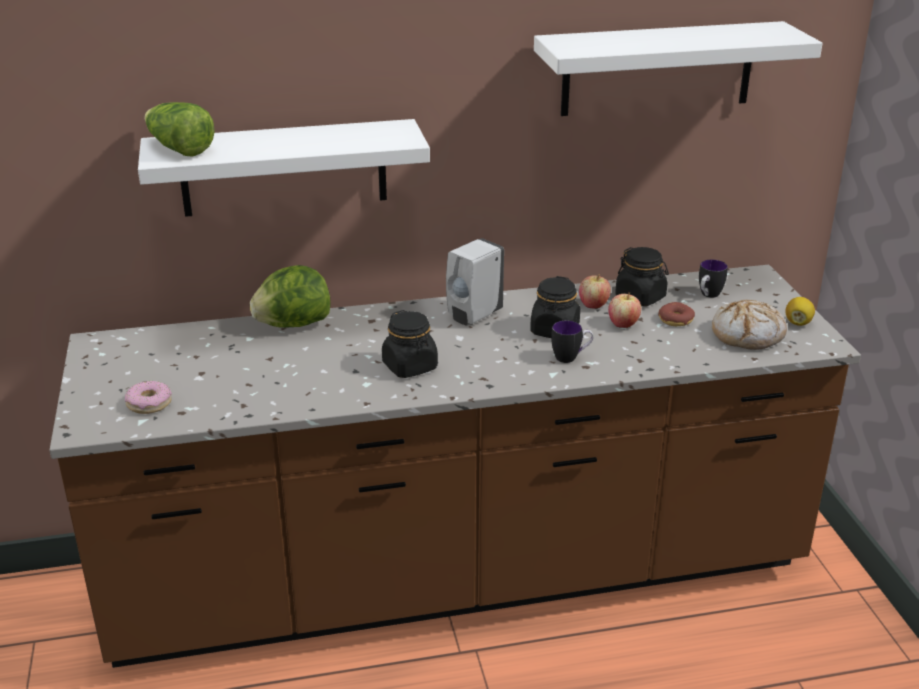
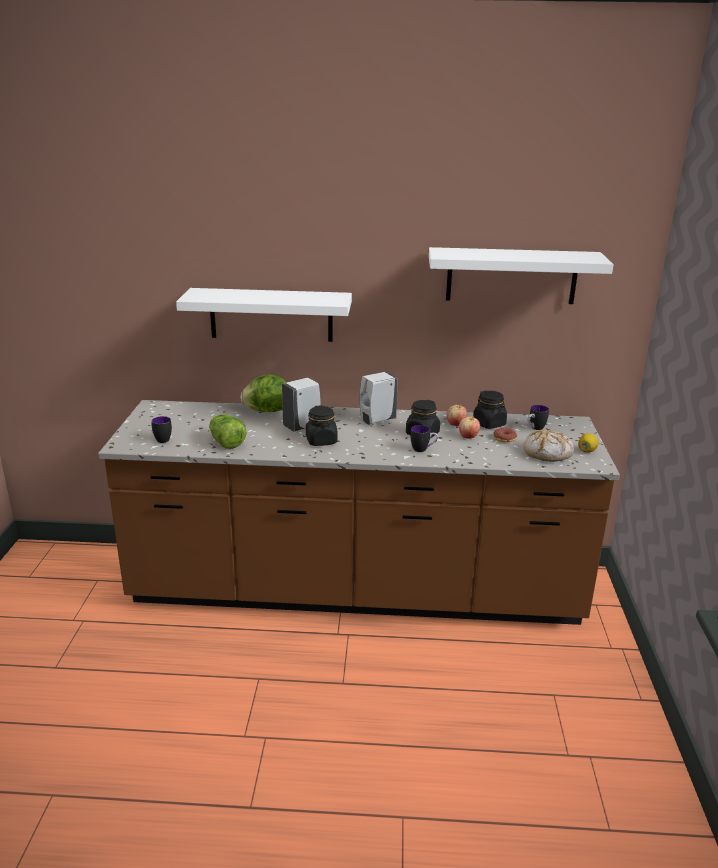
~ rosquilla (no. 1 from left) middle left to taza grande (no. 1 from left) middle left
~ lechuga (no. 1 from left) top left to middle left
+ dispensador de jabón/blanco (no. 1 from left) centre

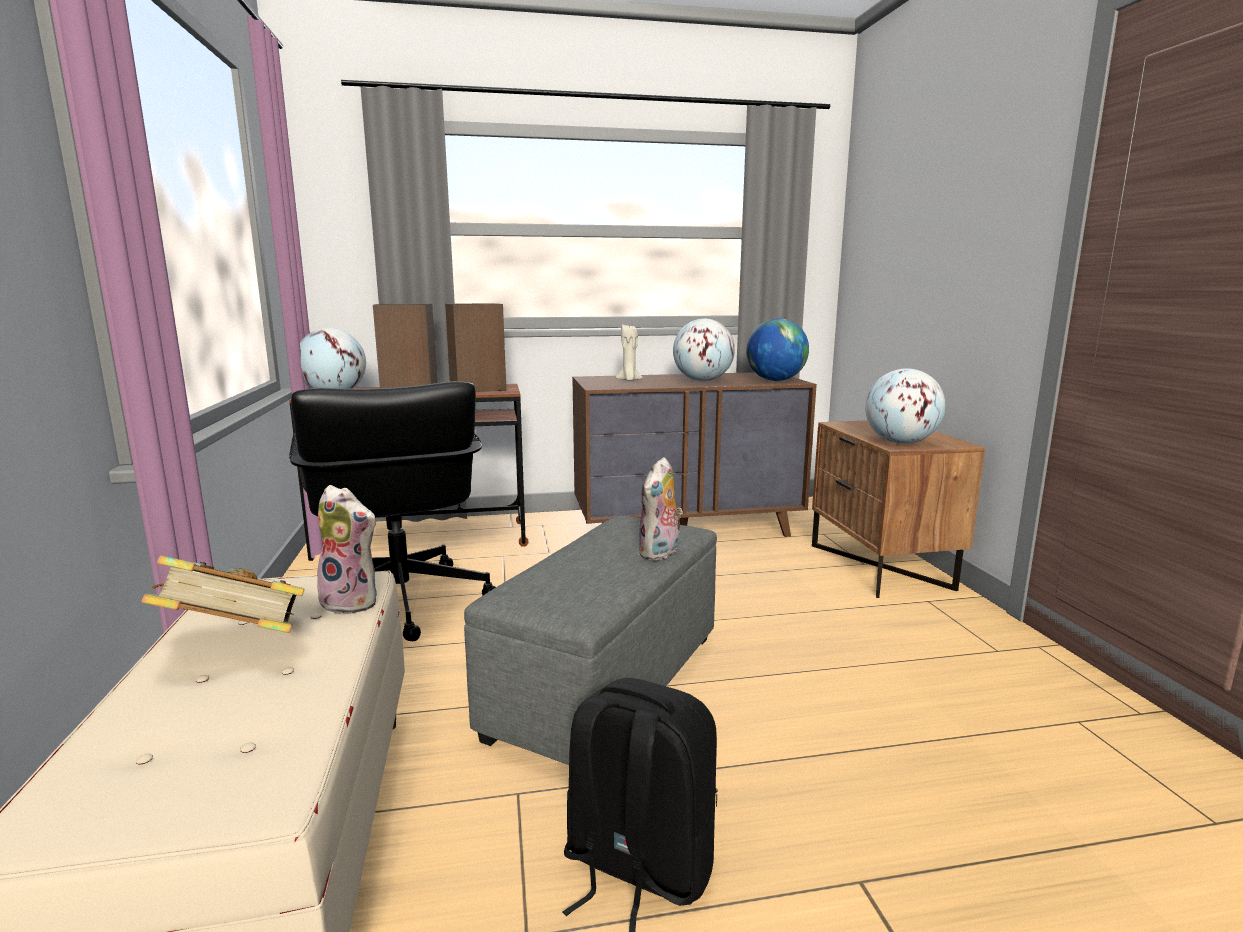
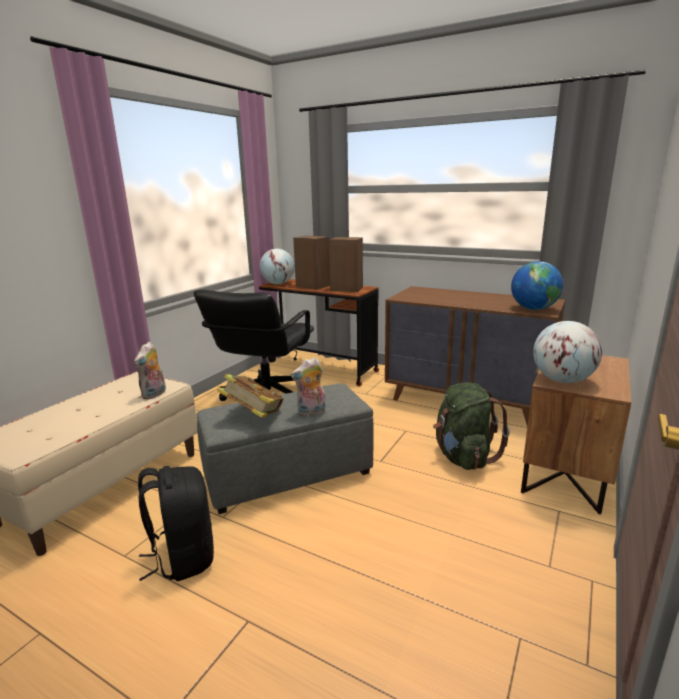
~ libro middle left to centre
~ peluche (no. 1 from left) middle left = middle left 45 degrees clockwise
- vela/beis centre
- globo terráqueo (no. 2 from left) centre
+ mochila/verde middle right

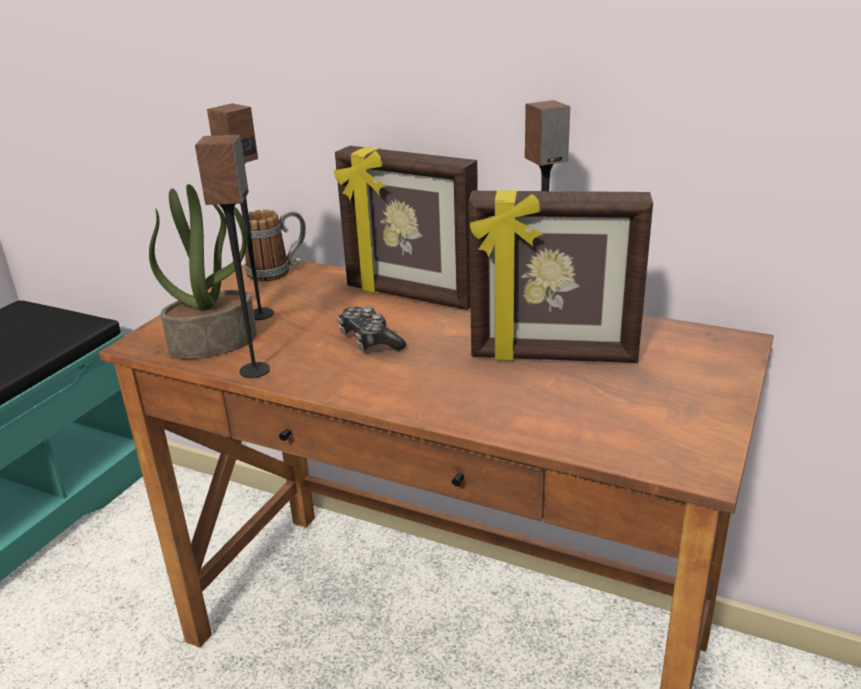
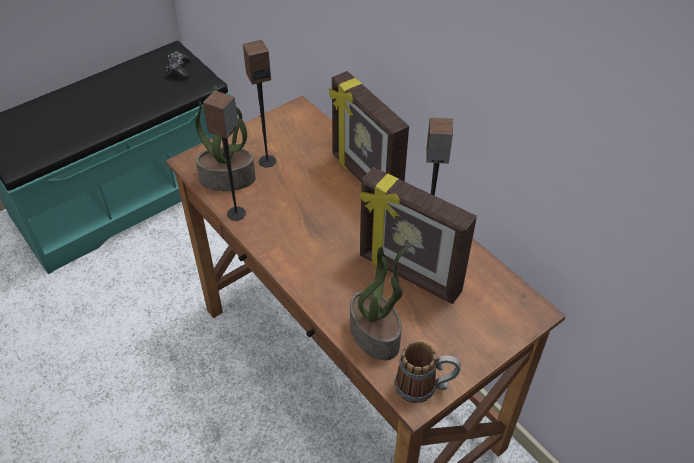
~ taza grande middle left to bottom centre
~ mando de consola centre to top left
+ planta en maceta (no. 2 from left) centre

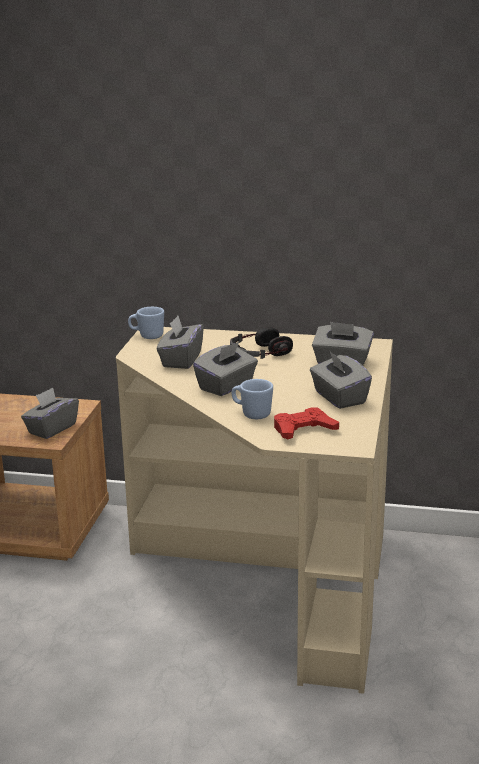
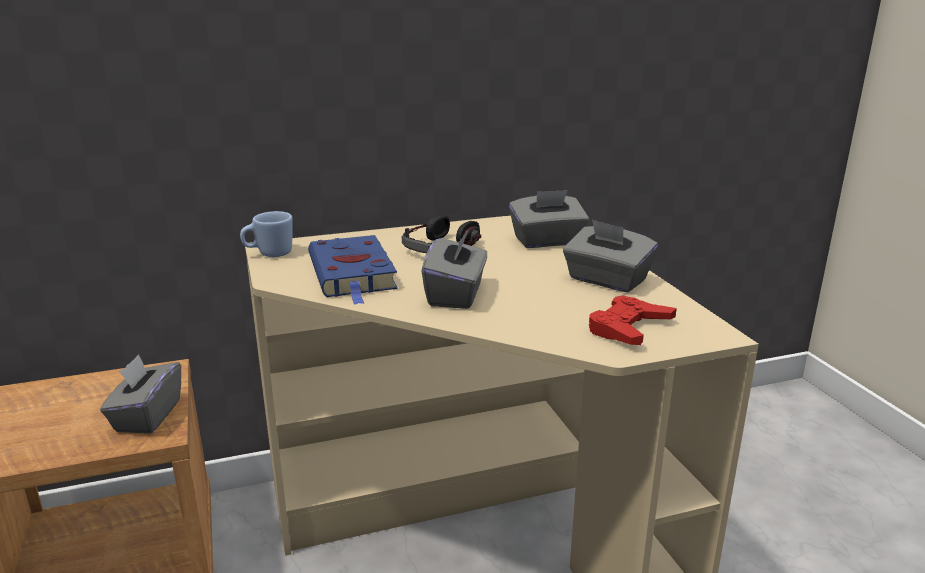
~ caja de pañuelos/gris (no. 2 from left) centre to libro/azul centre
- taza grande/azul (no. 2 from left) centre

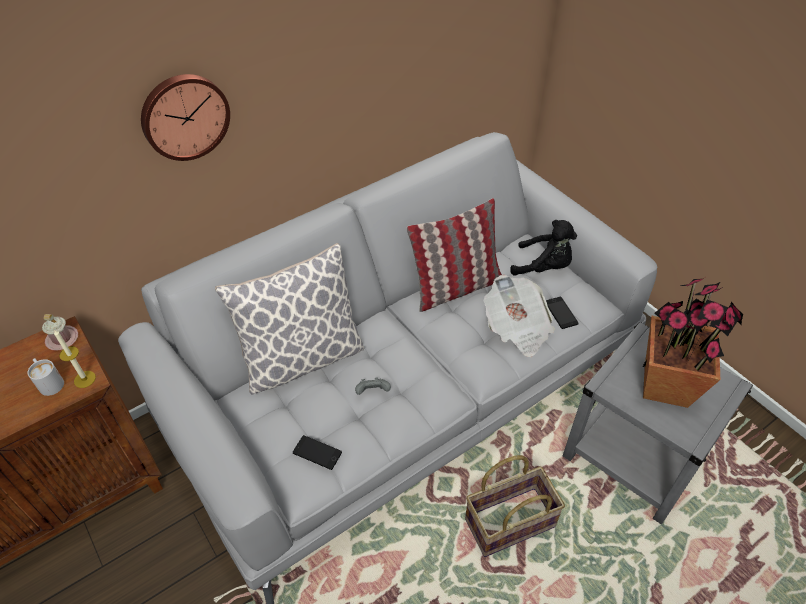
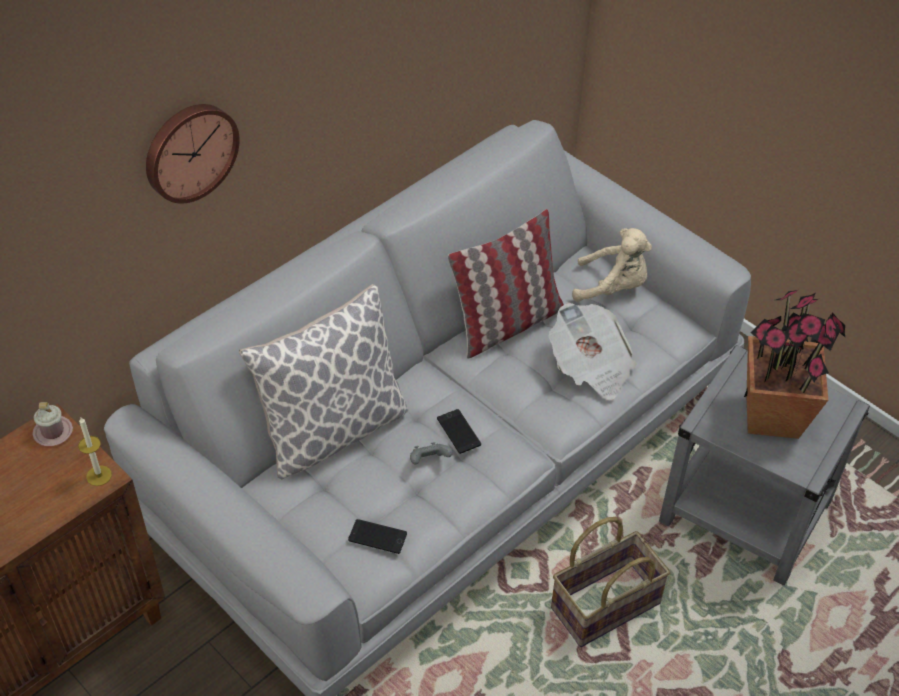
- taza grande/blanco middle left
~ peluche/negro middle right to peluche/beis middle right
~ móvil (no. 2 from left) middle right to centre

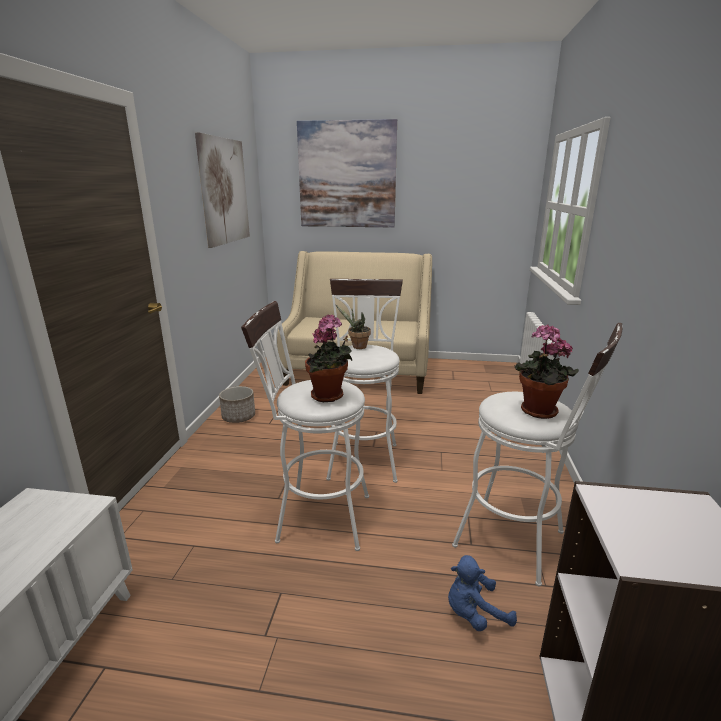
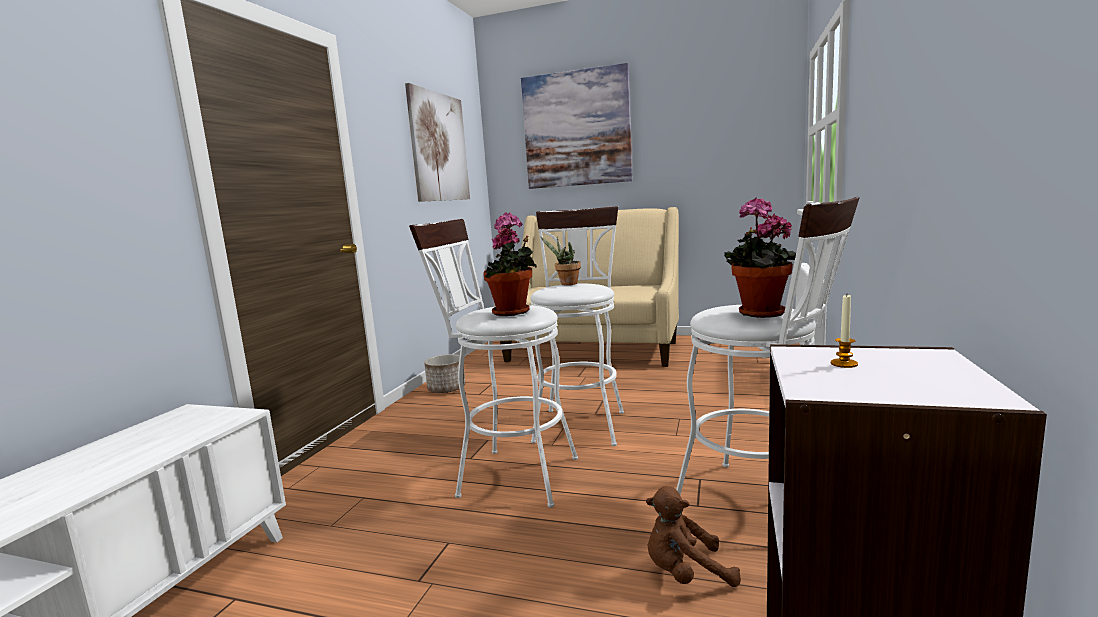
~ peluche/azul bottom right to peluche/marrón bottom centre
+ vela middle right

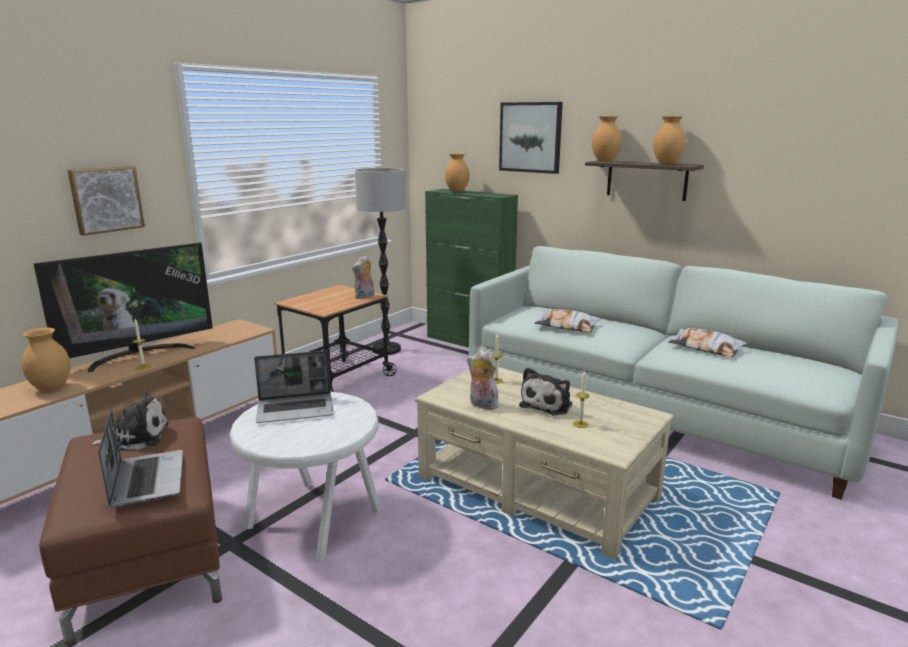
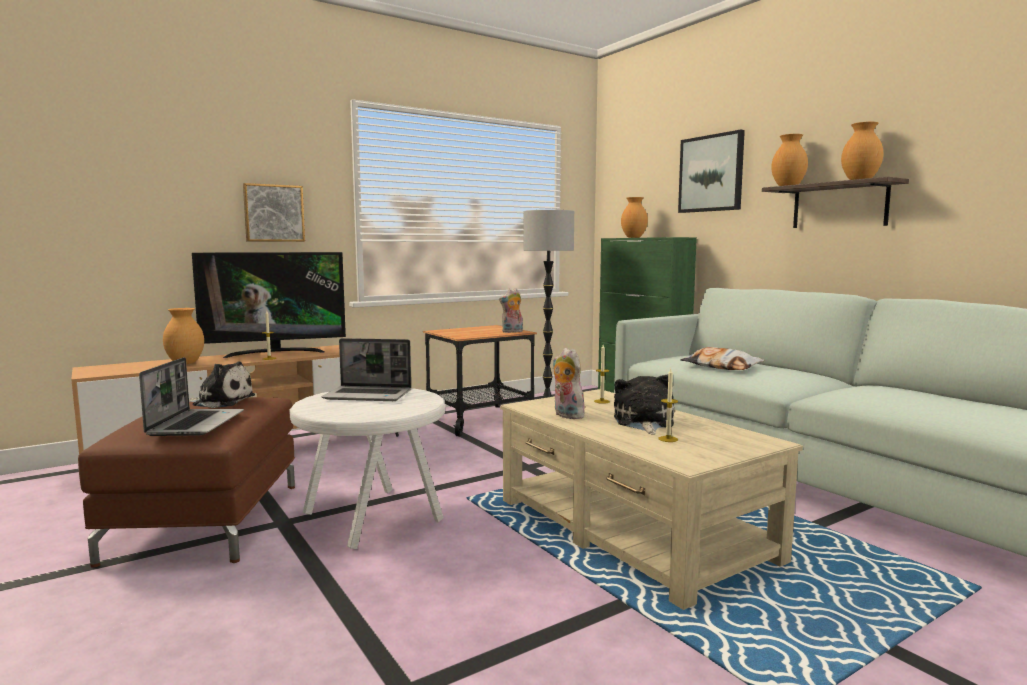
~ peluche (no. 4 from left) centre = centre 135 degrees clockwise
- cojín (no. 2 from left) middle right

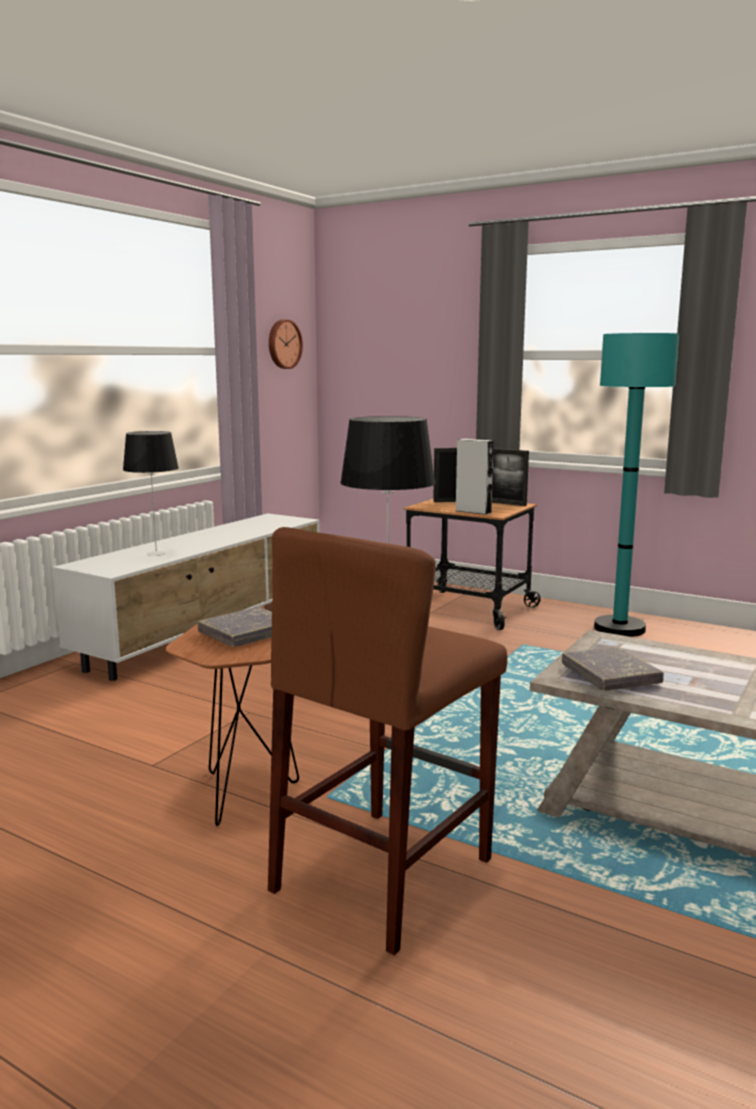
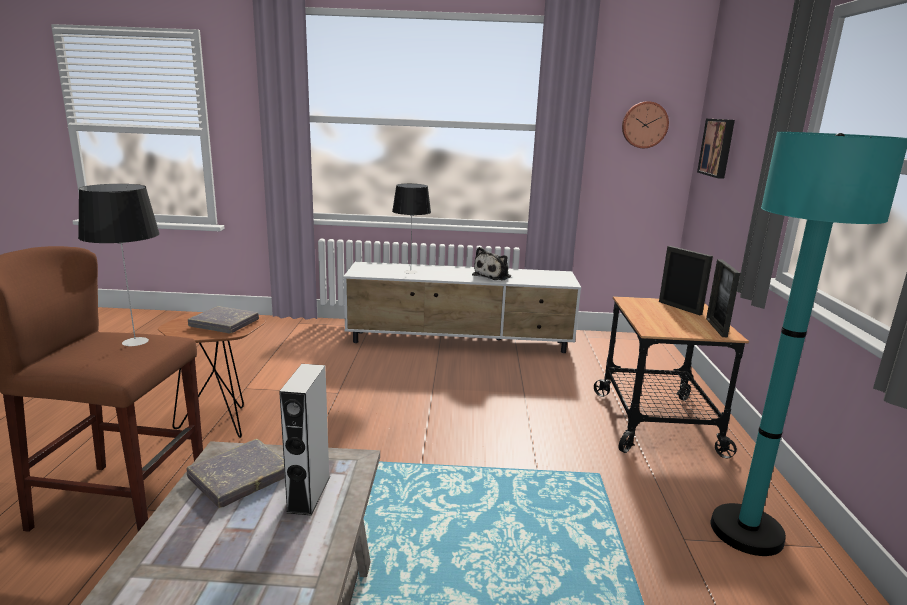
~ altavoz/gris centre to bottom centre
+ peluche centre
+ cuadro top right

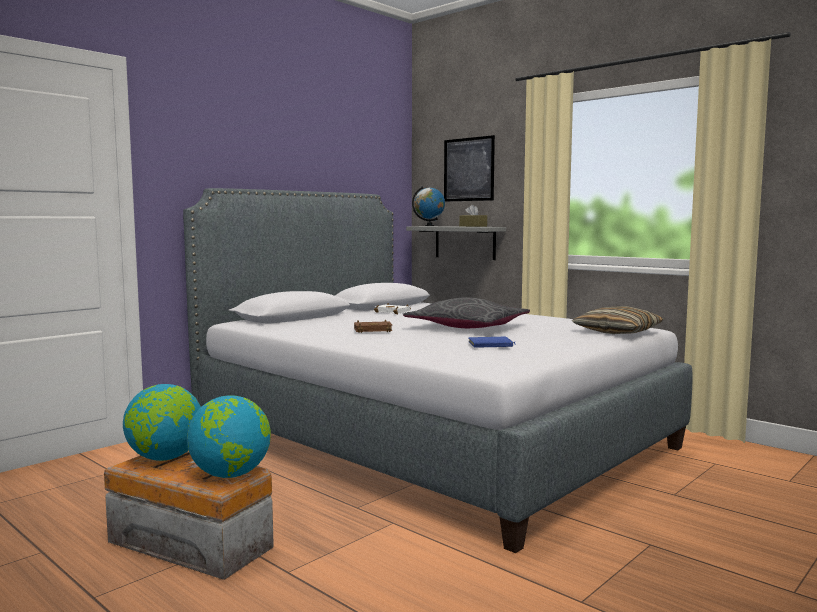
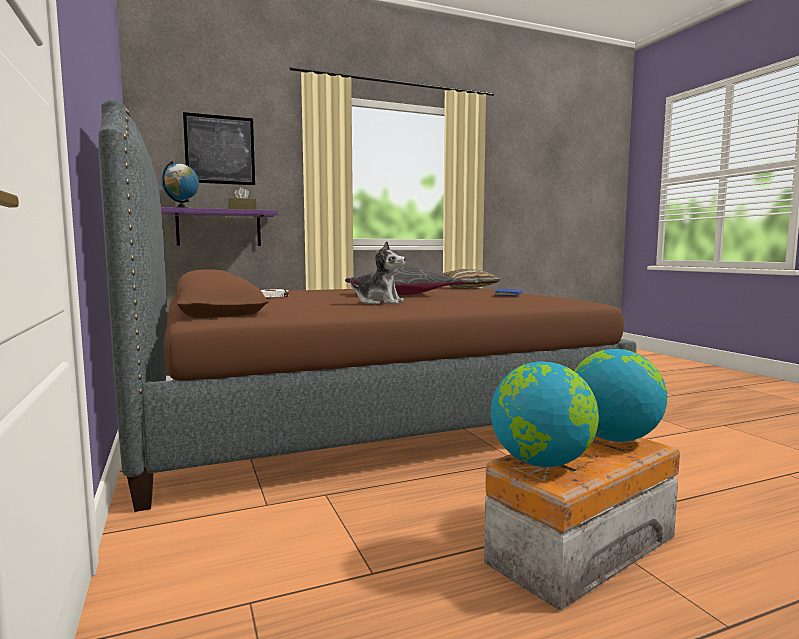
~ cama/gris centre to cama/marrón centre
~ libro/marrón centre to peluche centre
~ estante/gris centre to estante/morado middle left

